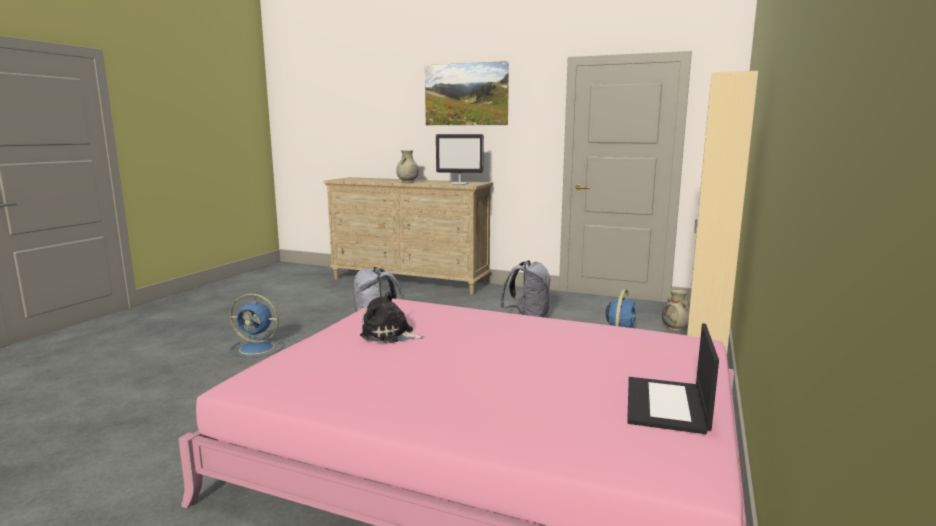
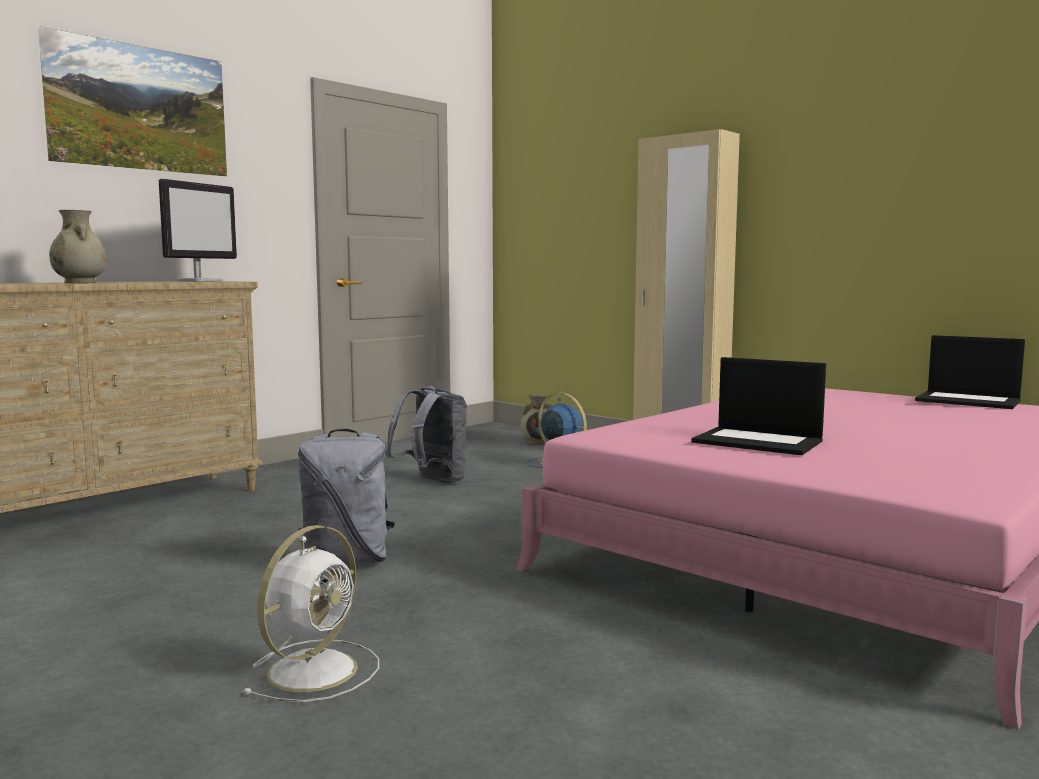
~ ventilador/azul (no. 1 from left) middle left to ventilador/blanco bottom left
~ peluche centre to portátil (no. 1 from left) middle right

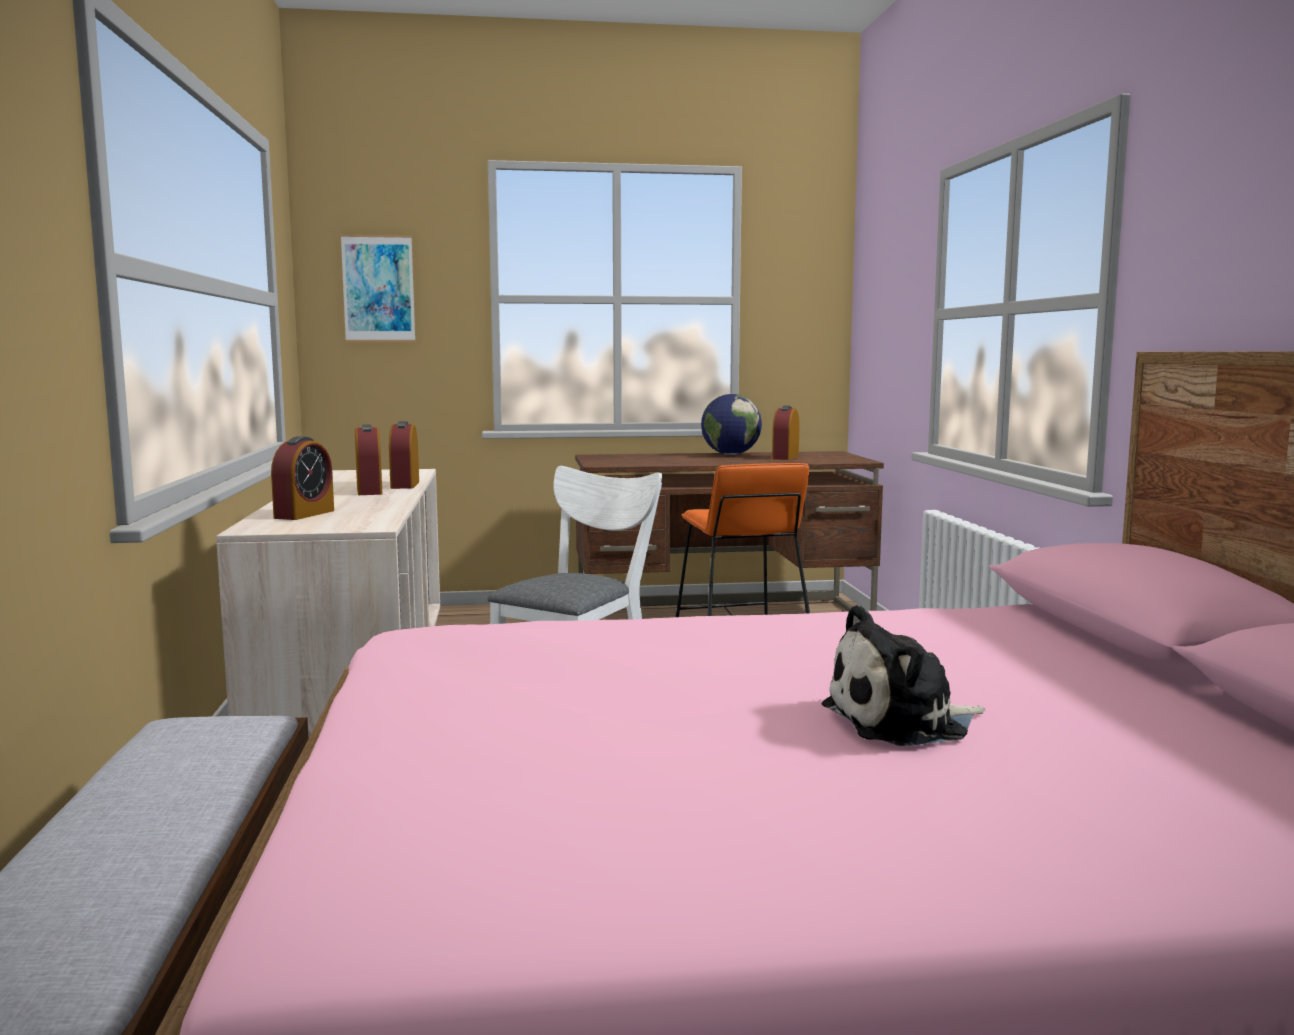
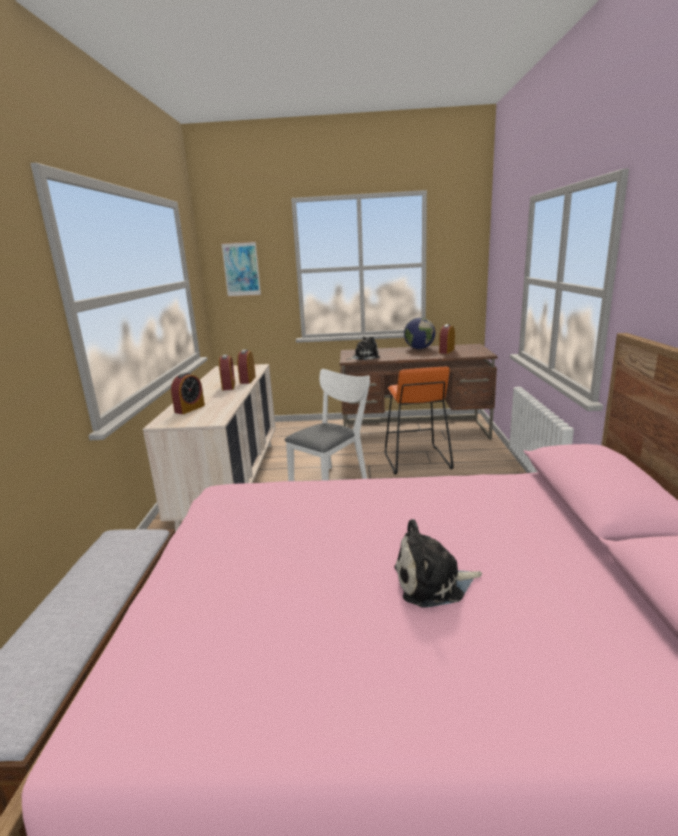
+ peluche (no. 1 from left) centre

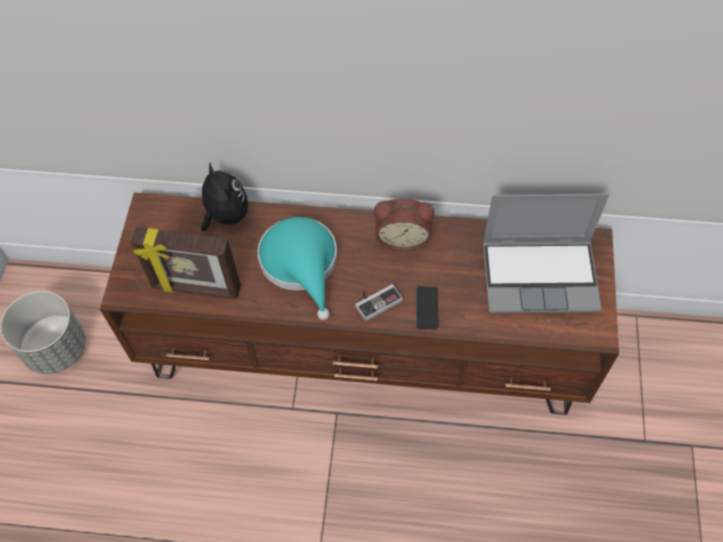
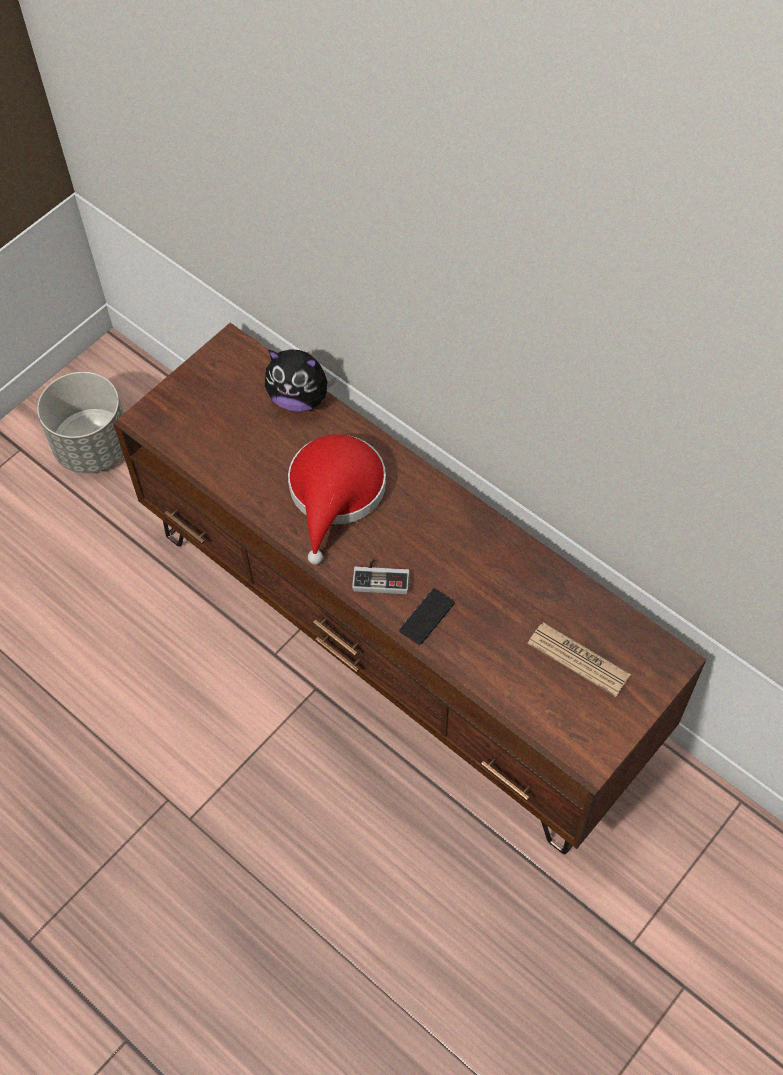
- portarretratos middle left
~ peluche middle left = centre 105 degrees clockwise
~ sombrero/turquesa centre to sombrero/rojo centre
- despertador centre
~ portátil middle right to periódico middle right

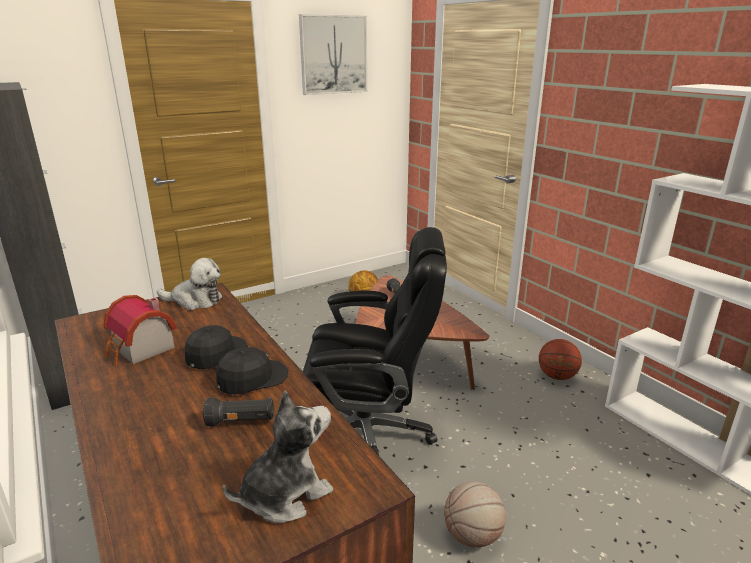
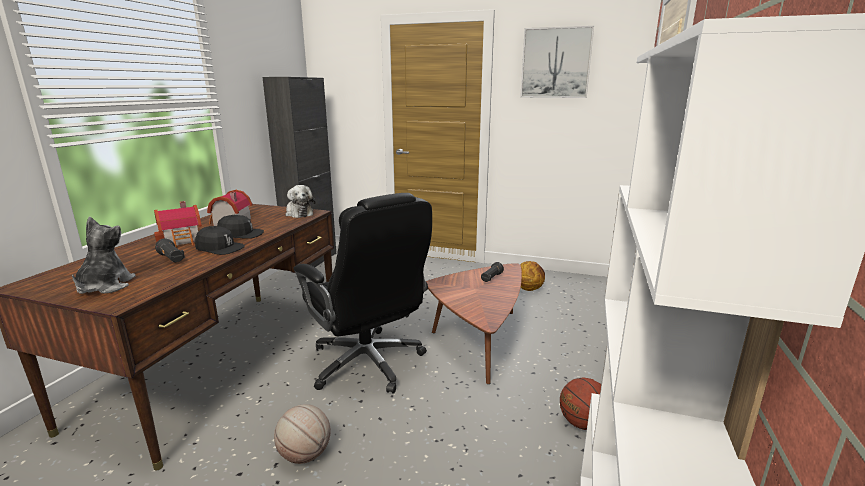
~ peluche (no. 2 from left in the first image) bottom centre = middle left 105 degrees counterclockwise
+ casita (no. 1 from left) middle left

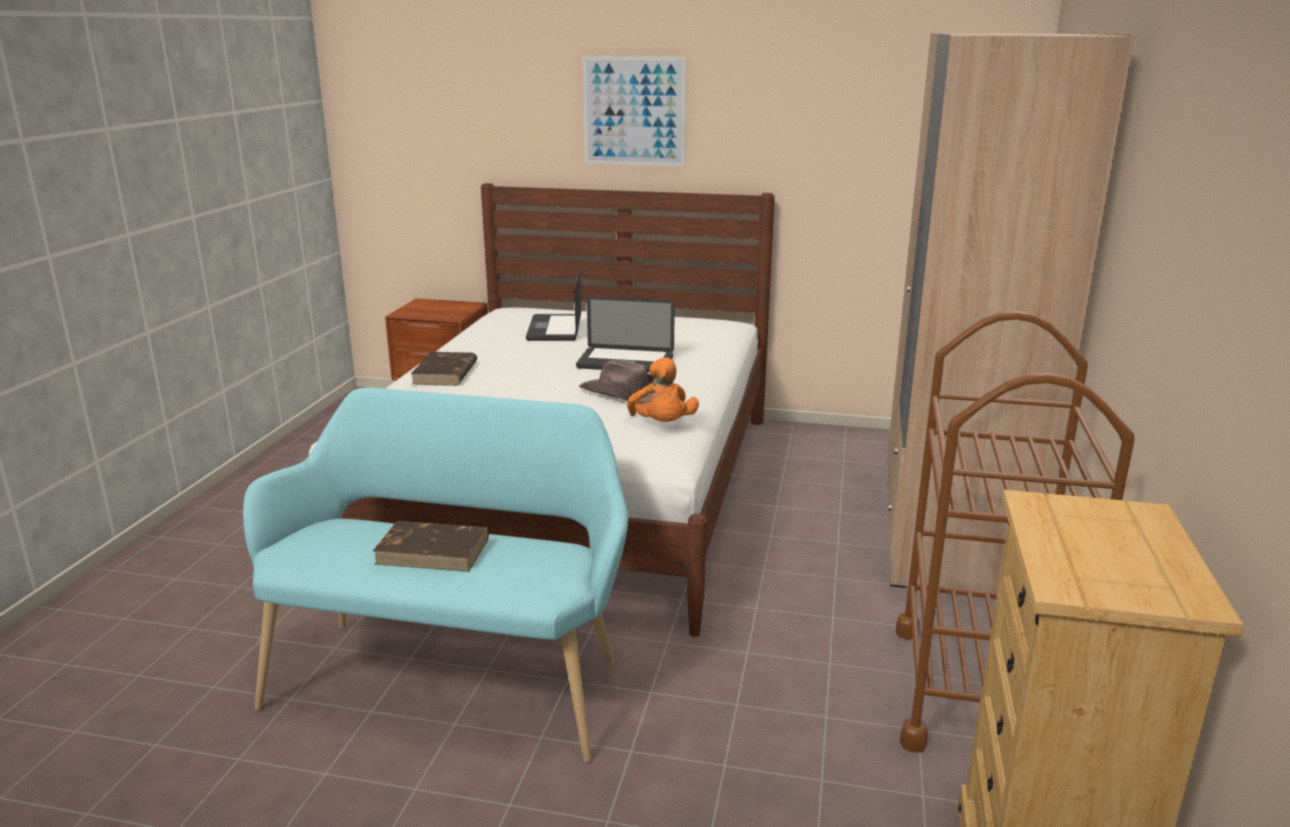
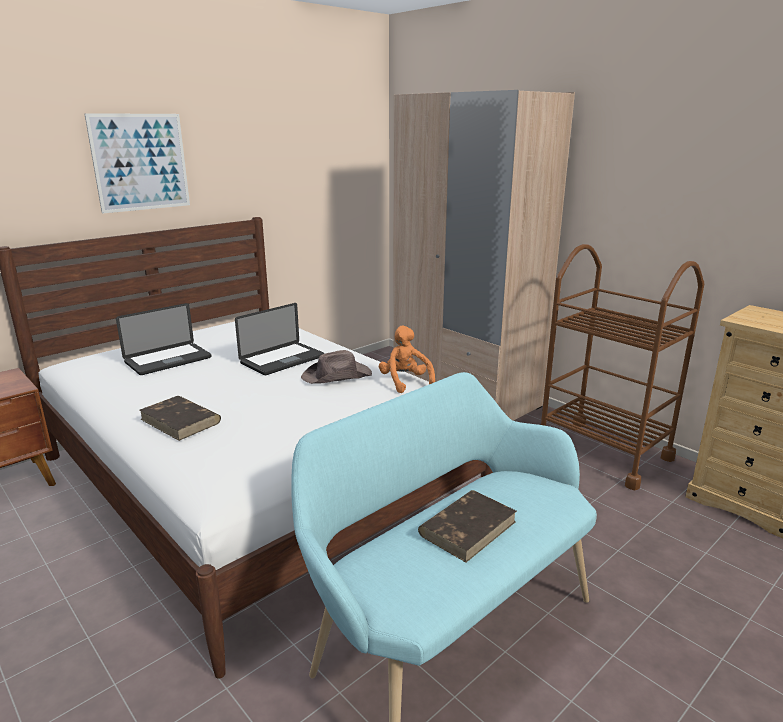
~ portátil (no. 1 from left) centre = middle left 75 degrees counterclockwise
~ peluche/naranja centre = centre 135 degrees counterclockwise

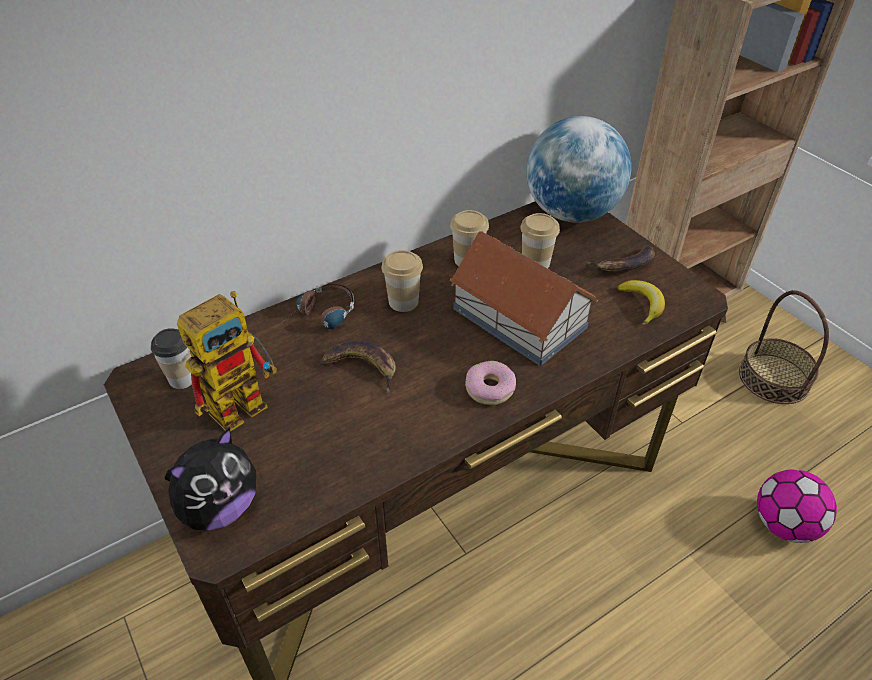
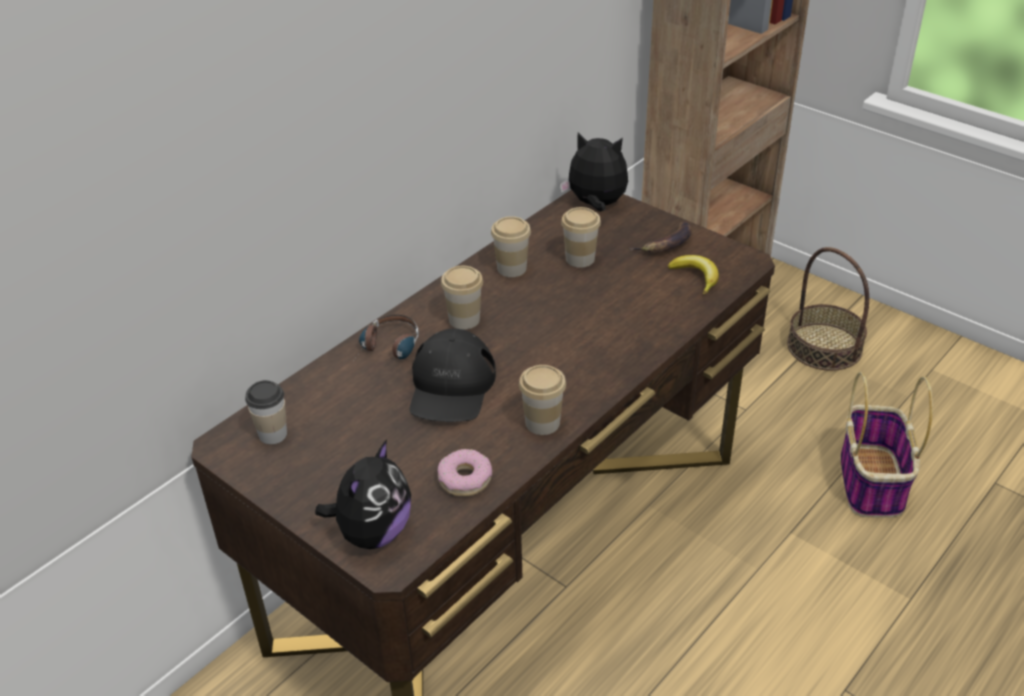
- robot de juguete middle left
~ plátano (no. 1 from left) centre to gorra/negro centre
- casita centre
~ rosquilla centre to bottom centre
~ globo terráqueo top centre to peluche (no. 2 from left) top centre
~ balón de fútbol bottom right to cesta (no. 2 from left) middle right
+ taza (no. 4 from left) centre

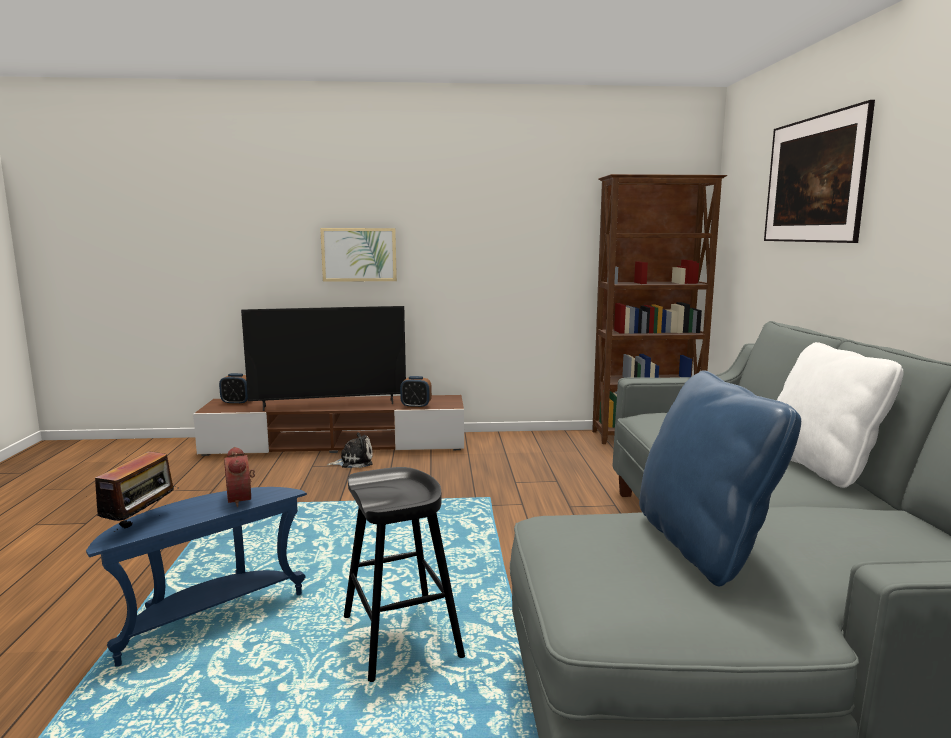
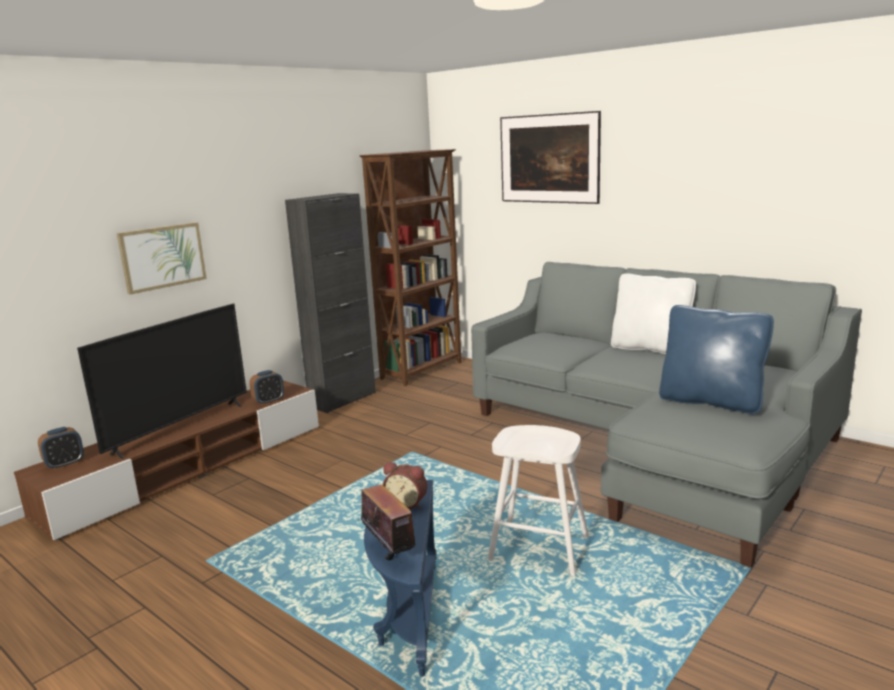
- peluche centre
~ taburete/negro bottom centre to taburete/blanco bottom centre
+ armario/negro centre

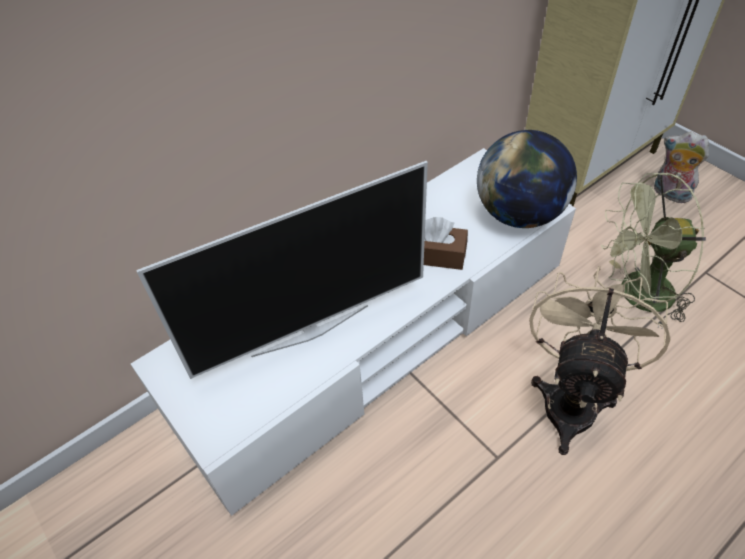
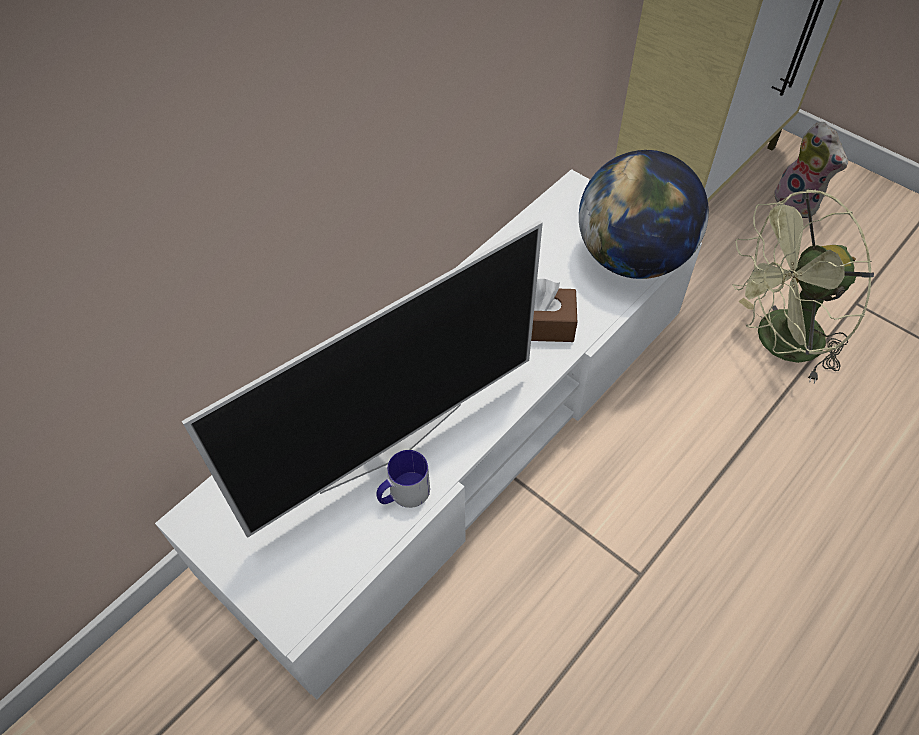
- ventilador/beis middle right
~ peluche top right = top right 150 degrees counterclockwise
+ taza grande centre

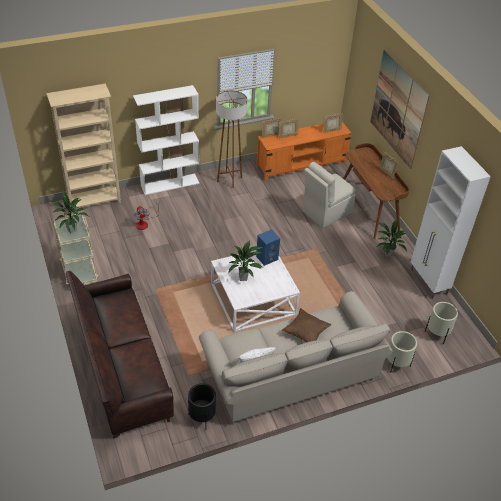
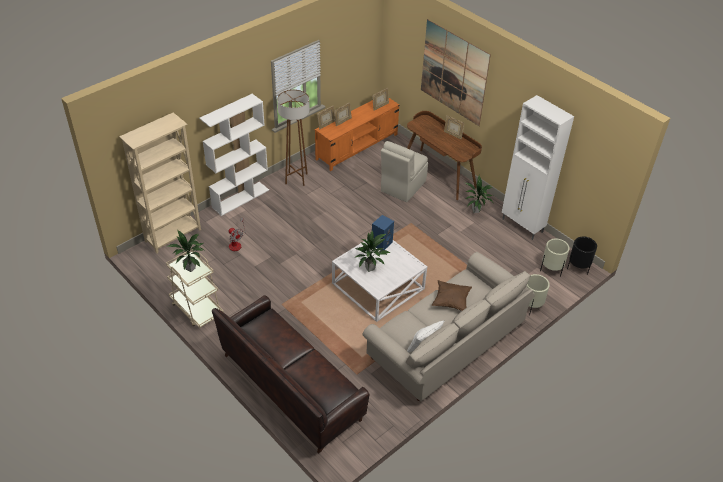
~ maceta/negro bottom centre to middle right

